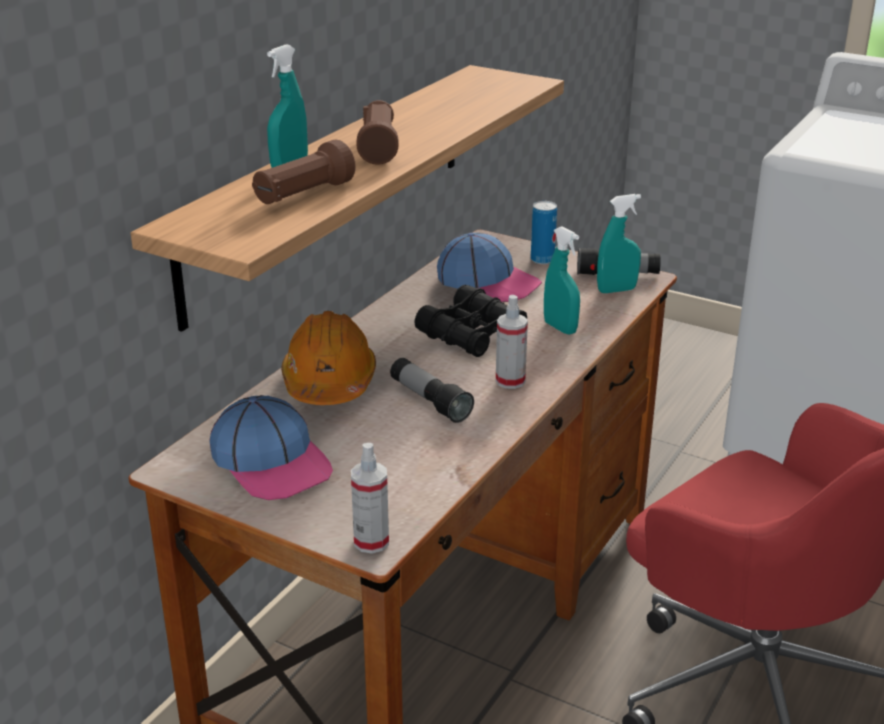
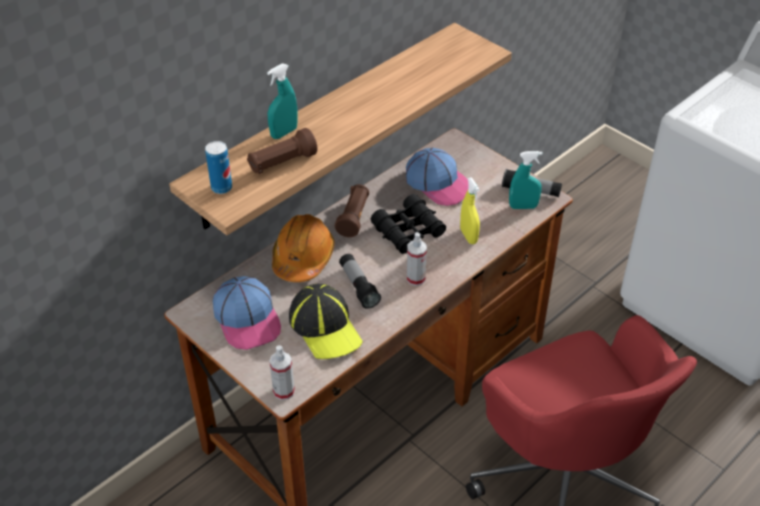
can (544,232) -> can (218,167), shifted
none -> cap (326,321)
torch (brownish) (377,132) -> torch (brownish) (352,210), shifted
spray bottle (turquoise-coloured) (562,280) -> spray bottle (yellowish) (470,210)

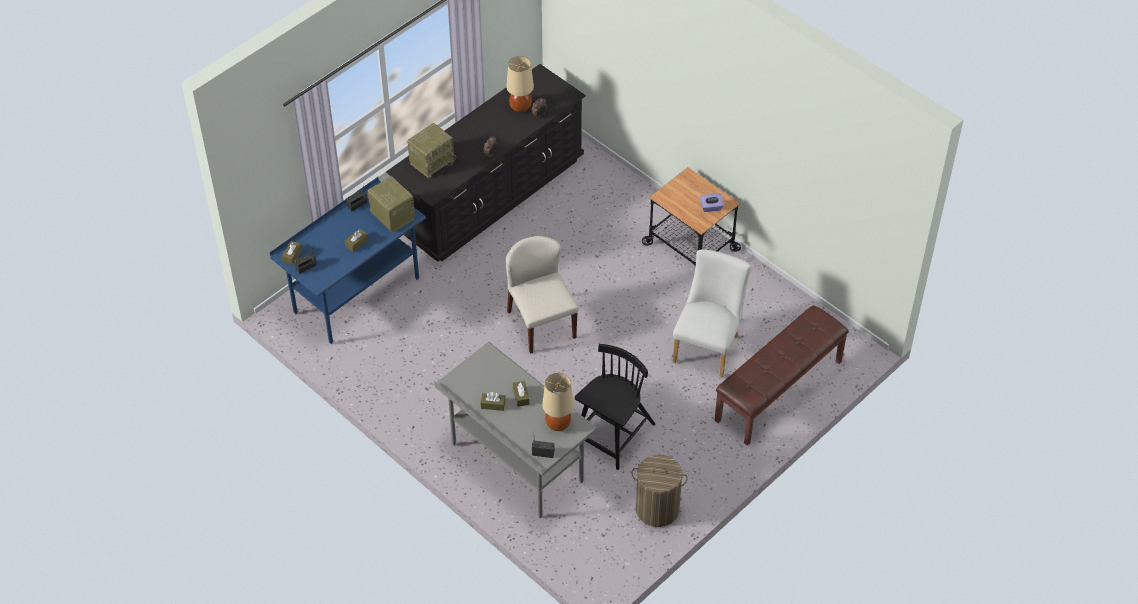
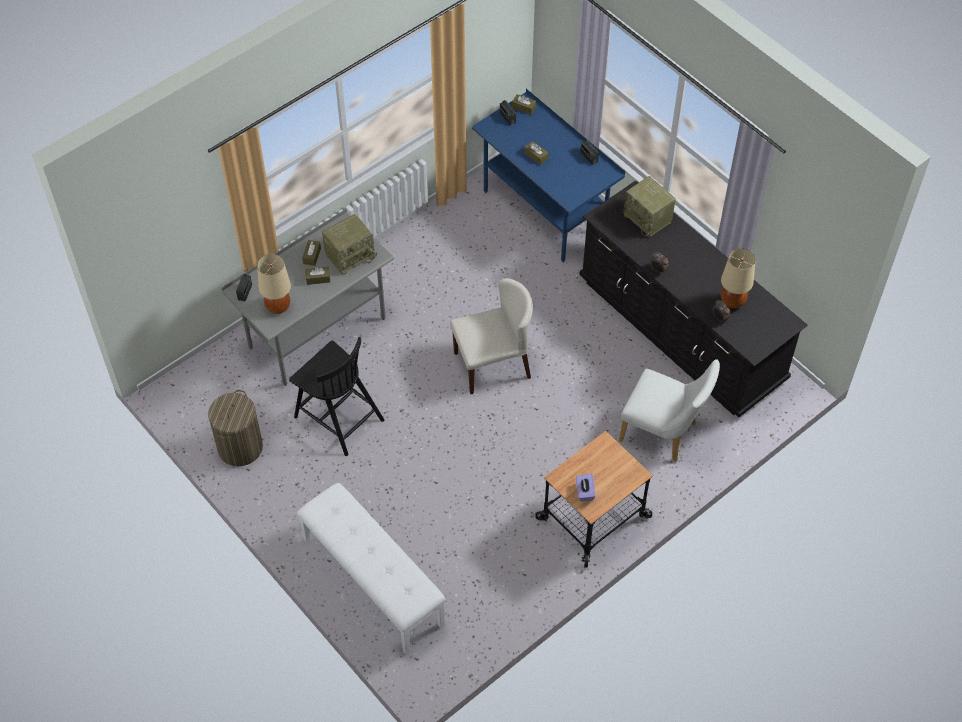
indoor bench (brownish) (782,375) -> indoor bench (white) (371,569)
radio receiver (391,204) -> radio receiver (349,244), shifted
plain chair (white) (712,313) -> plain chair (white) (669,410), shifted

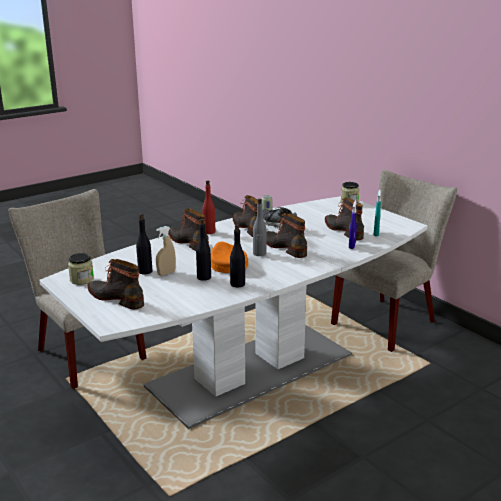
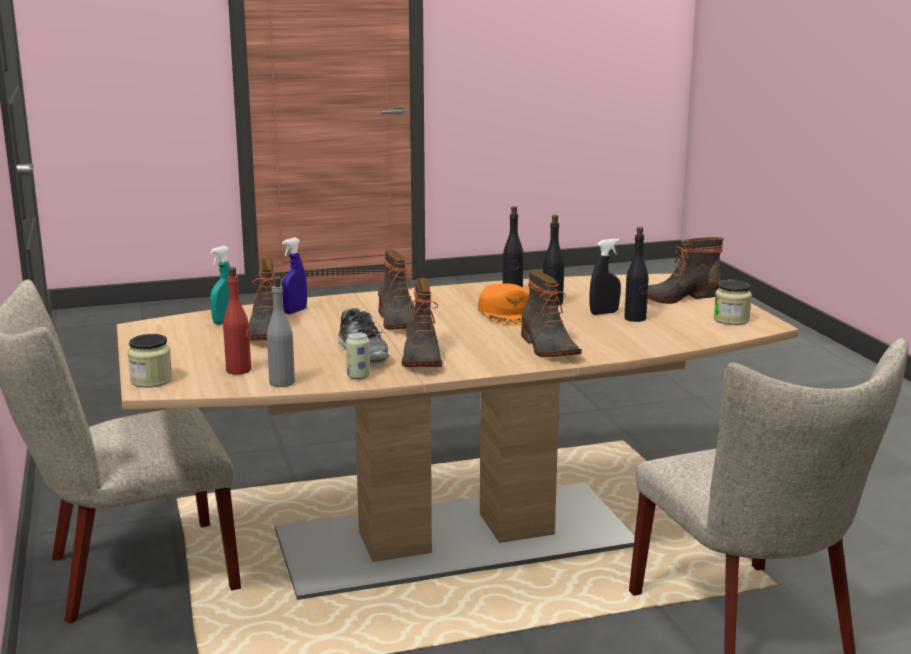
dining table (white) (233,312) -> dining table (brownish) (458,437)
beverage bottle (reddish) (209,207) -> beverage bottle (reddish) (237,321), shifted
beverage bottle (gray) (259,227) -> beverage bottle (gray) (281,331), shifted
spray bottle (beige-coloured) (166,251) -> spray bottle (black) (605,277)
boot (116,284) -> boot (686,270), 105 degrees clockwise

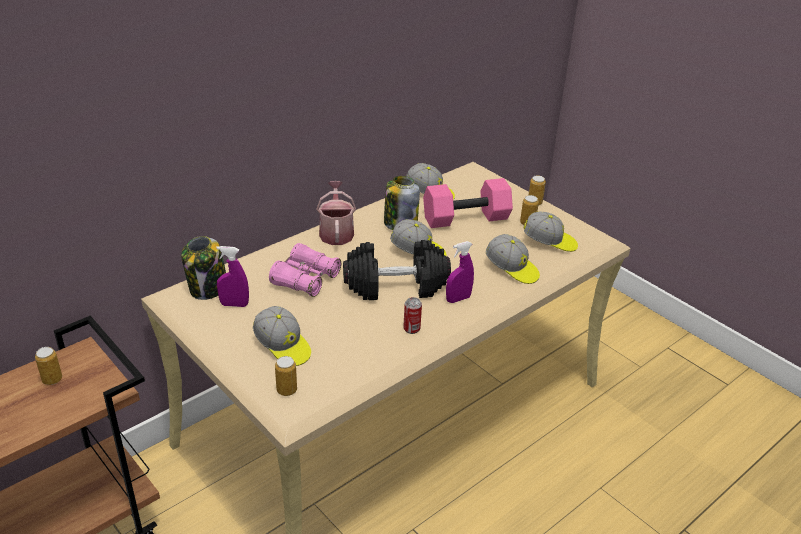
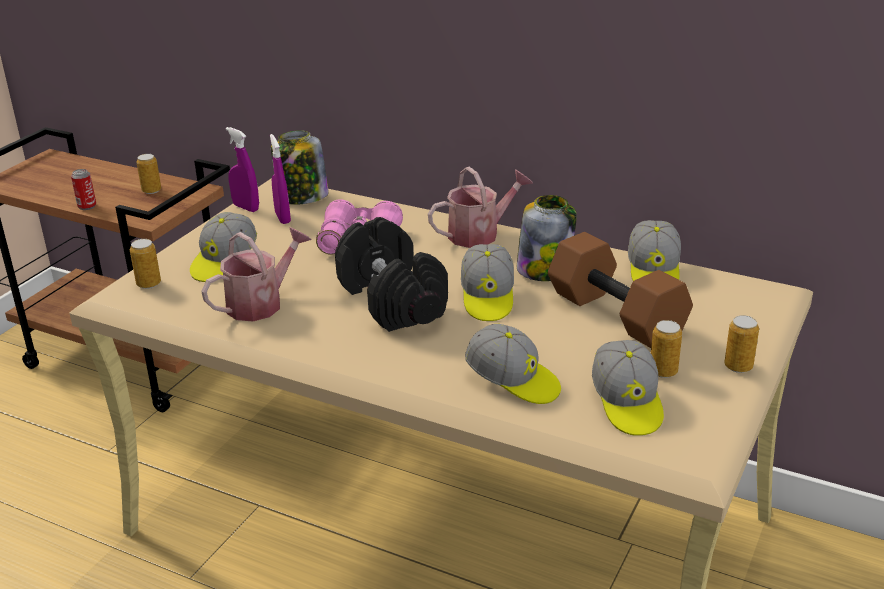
can (412,315) -> can (83,189), shifted
none -> watering pot (256,274)
spray bottle (purplish) (460,272) -> spray bottle (purplish) (242,169), shifted
cap (513,259) -> cap (513,364), 75 degrees counterclockwise
dumbbell (pinkish) (468,203) -> dumbbell (brownish) (620,290)

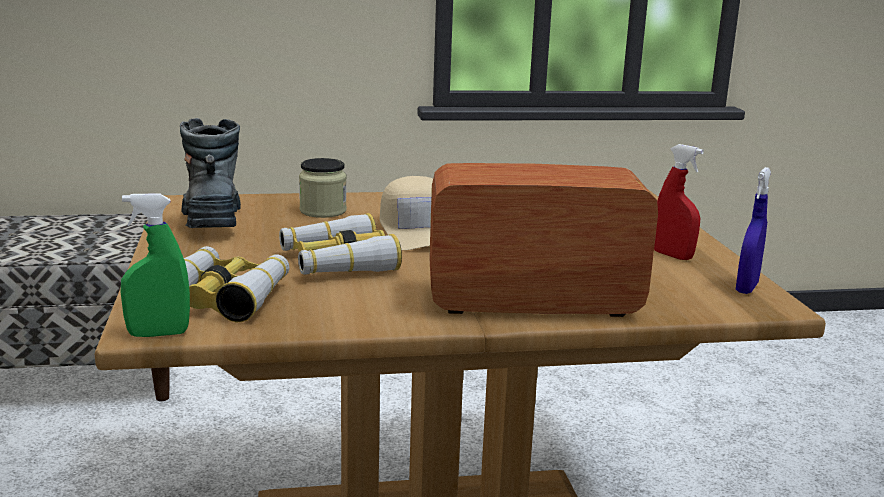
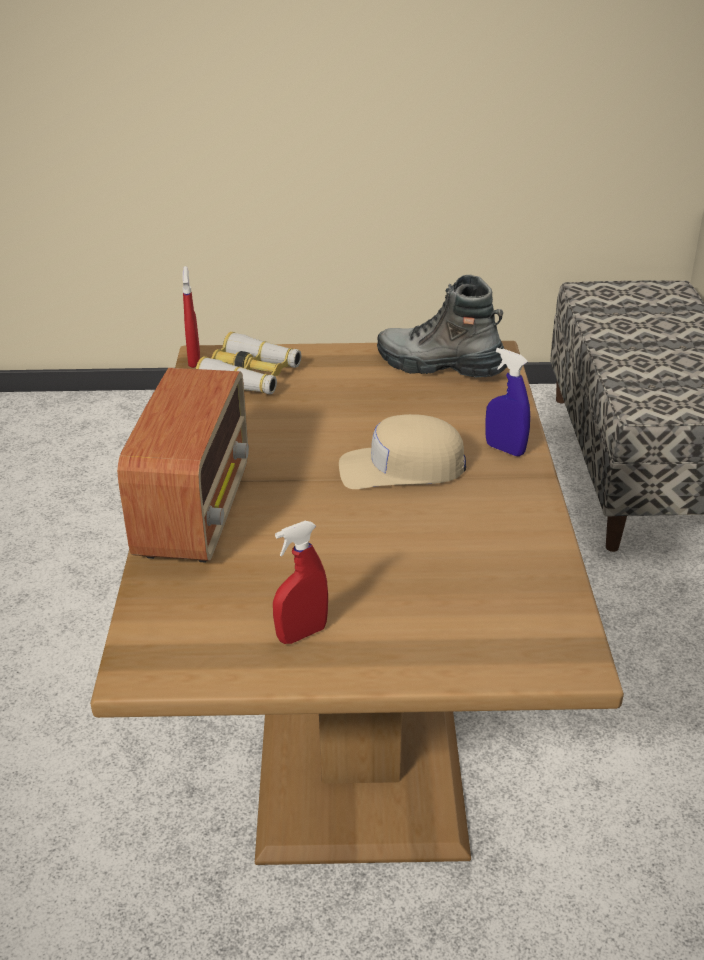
spray bottle (greenish) (155,265) -> spray bottle (reddish) (191,317)
boot (210,173) -> boot (442,326), 150 degrees counterclockwise
spray bottle (blue) (753,230) -> spray bottle (blue) (507,402), shifted
field glasses (340,244) -> none
preserve jar (323,188) -> none

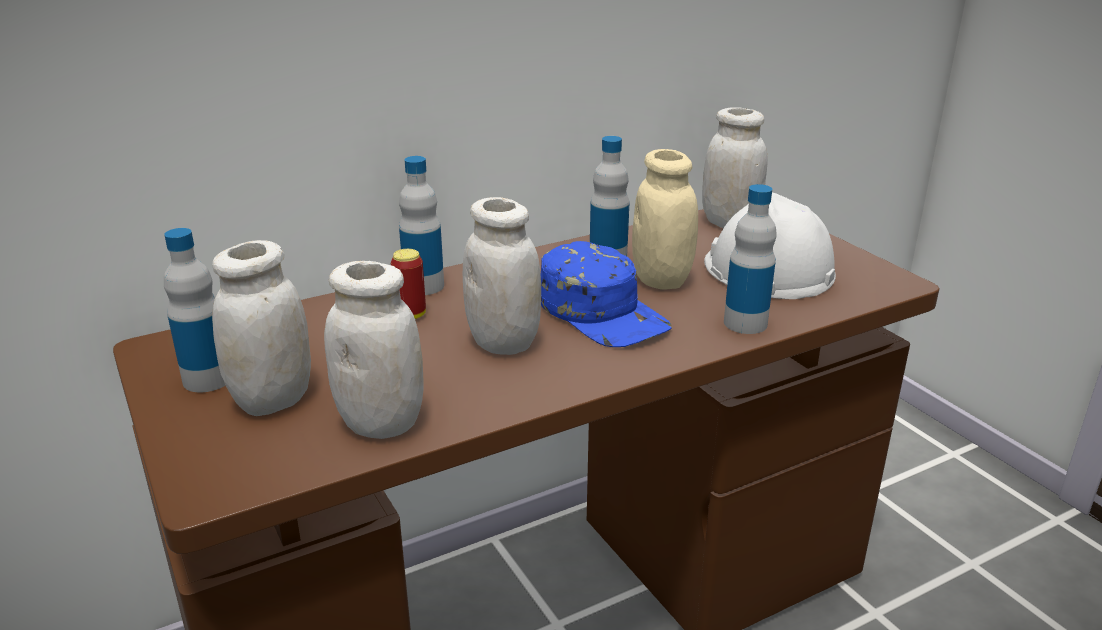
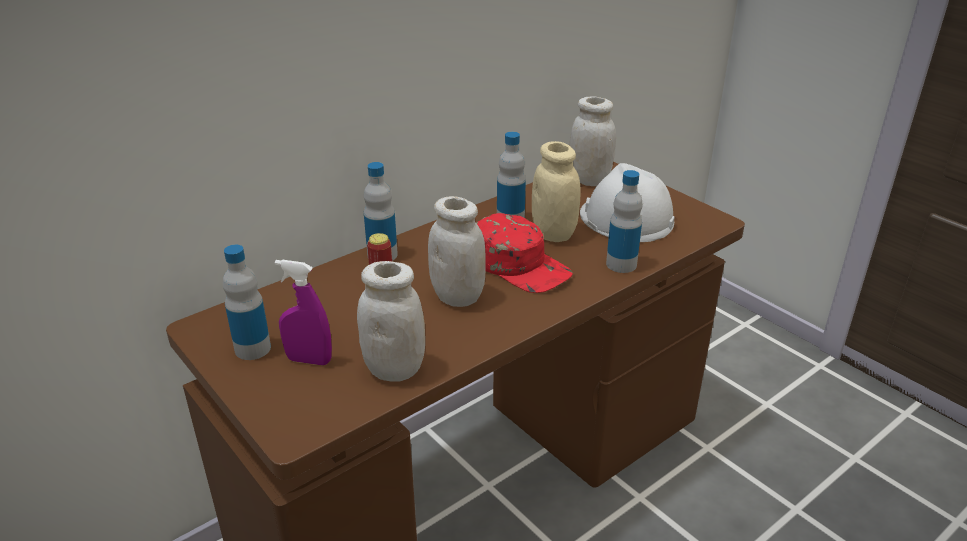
preserve jar (white) (261,328) -> spray bottle (purplish) (303,312)
cap (blue) (606,294) -> cap (reddish) (524,253)

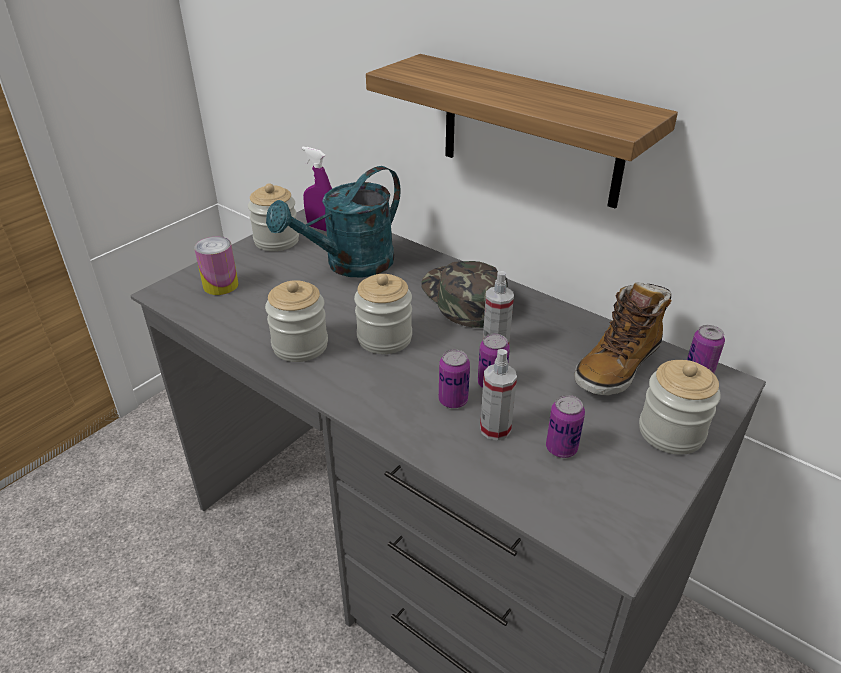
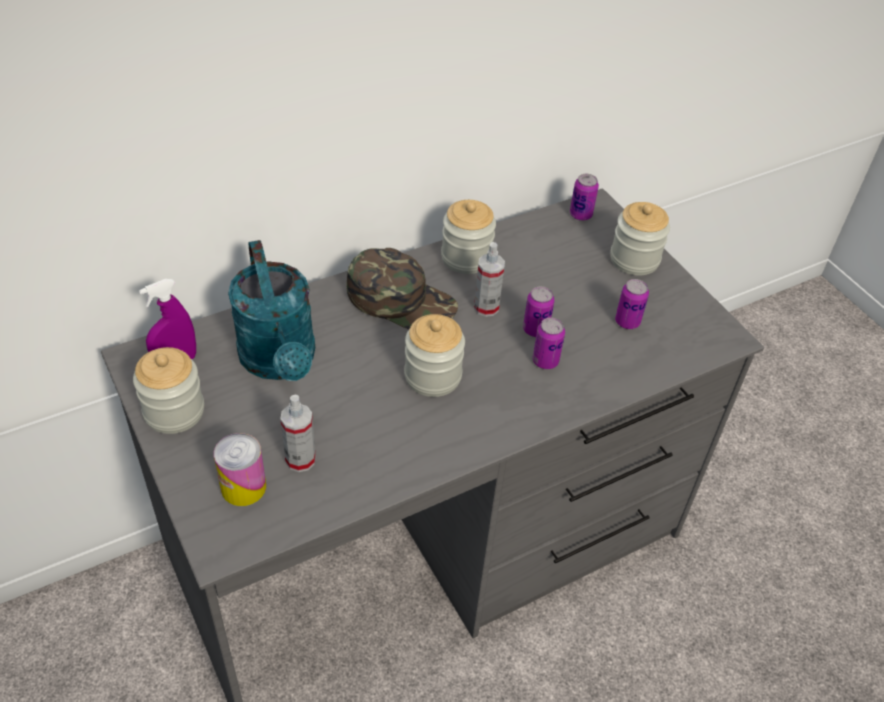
spray bottle (498,395) -> spray bottle (298,433), shifted
cap (greenish) (464,294) -> cap (greenish) (402,288), 150 degrees counterclockwise
preserve jar (296,321) -> preserve jar (468,237), shifted
wall shelf (522,131) -> none
boot (623,339) -> none

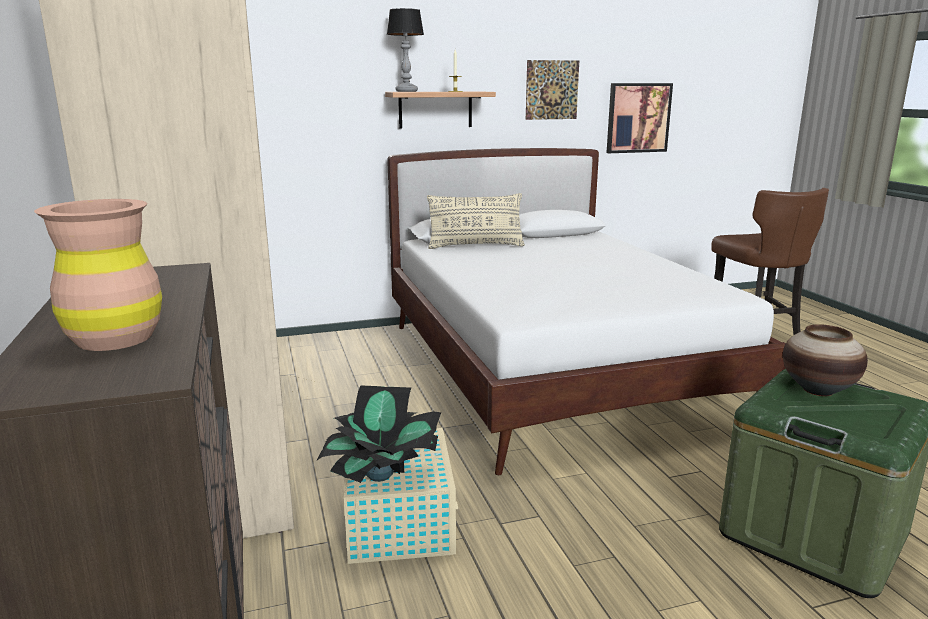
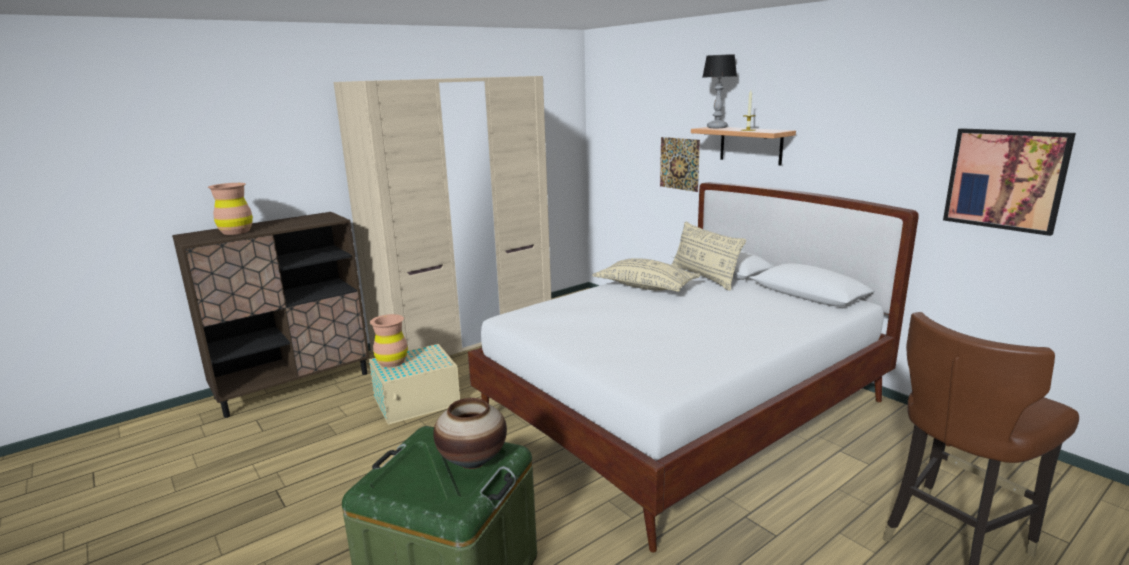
potted plant (379,434) -> decorative vase (brownish) (389,340)
none -> throw pillow (beige-coloured) (646,275)
wall picture (552,90) -> wall picture (680,164), shifted

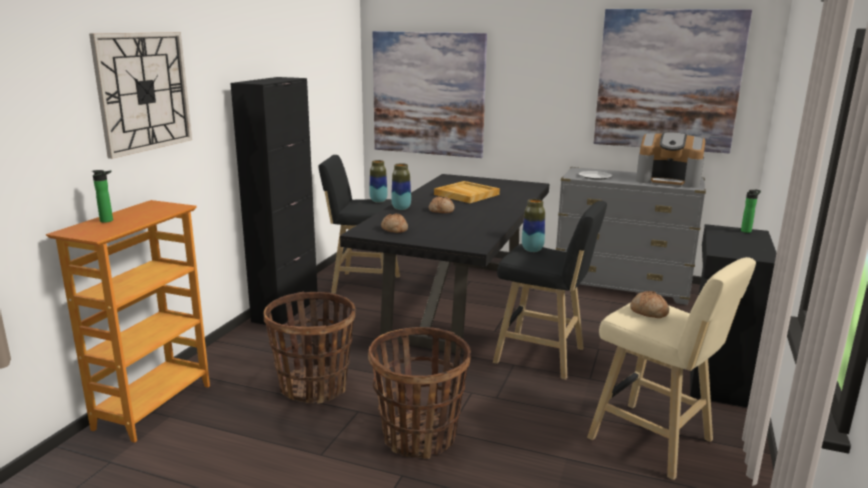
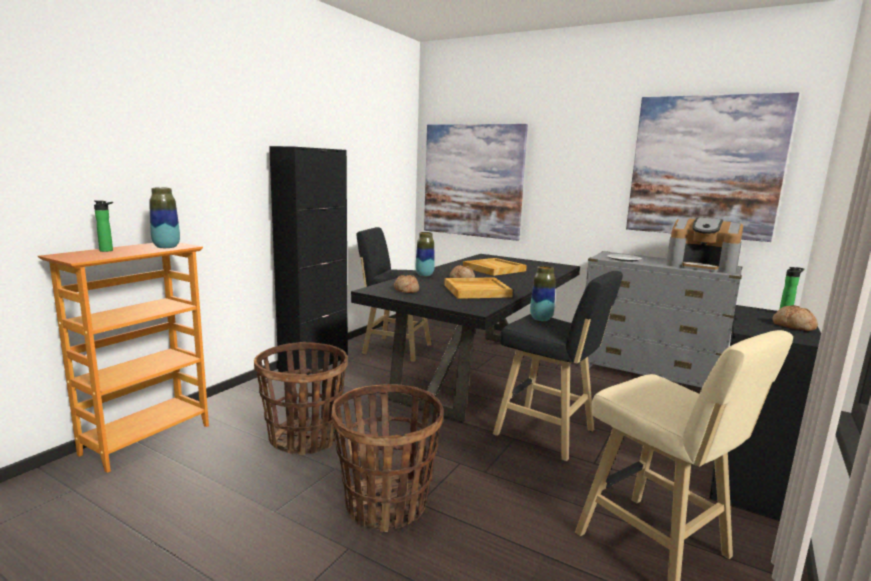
decorative vase (378,181) -> decorative vase (164,217), shifted
none -> carrying tray (beige-coloured) (478,288)
bread (649,304) -> bread (795,318), shifted
clock on the wall (140,95) -> none

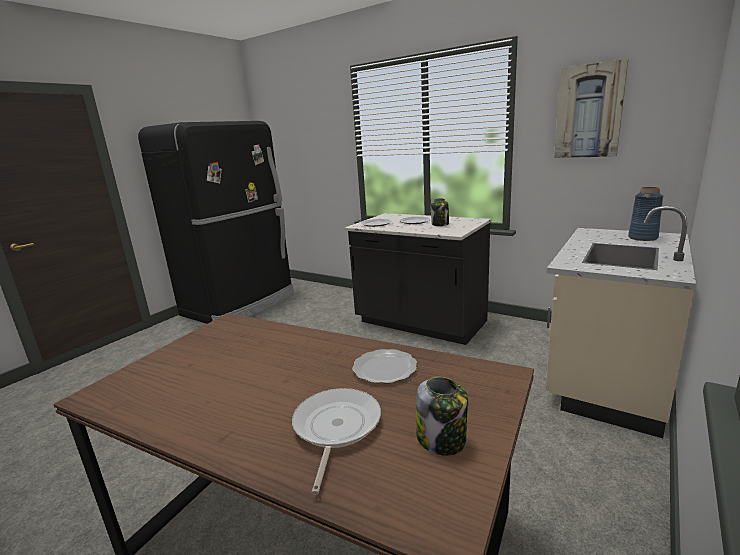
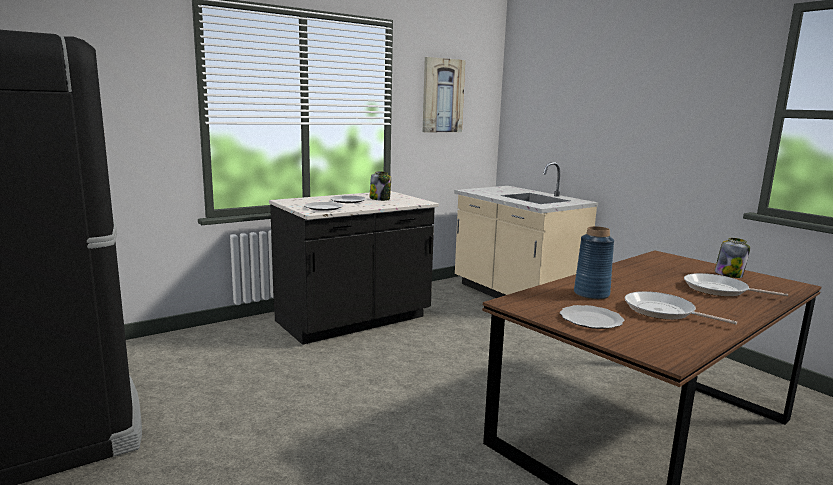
flat dish (384,366) -> flat dish (592,317), shifted
decorative vase (blue) (645,214) -> decorative vase (blue) (594,263), shifted
none -> frying pan (681,307)

